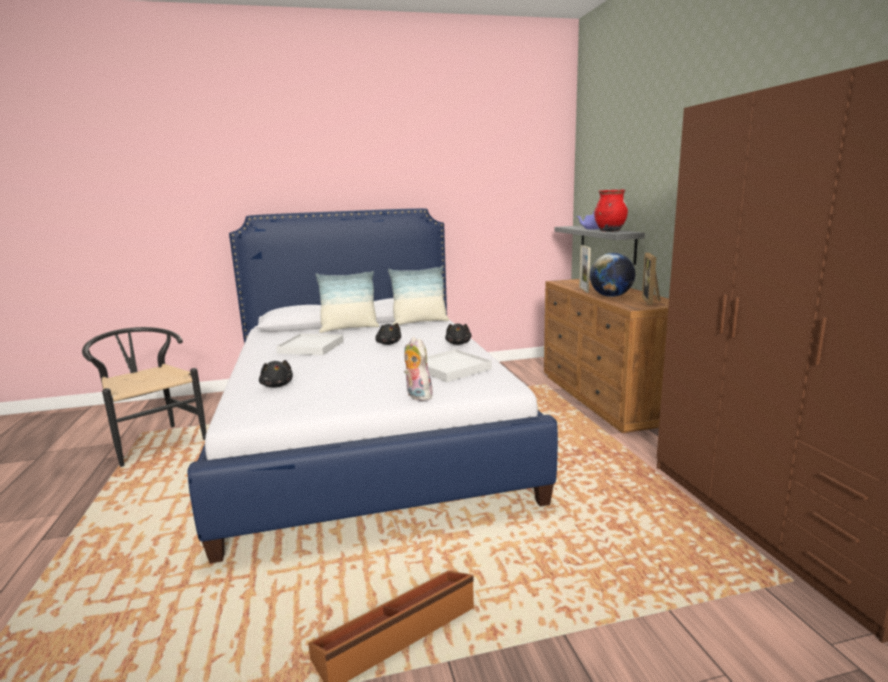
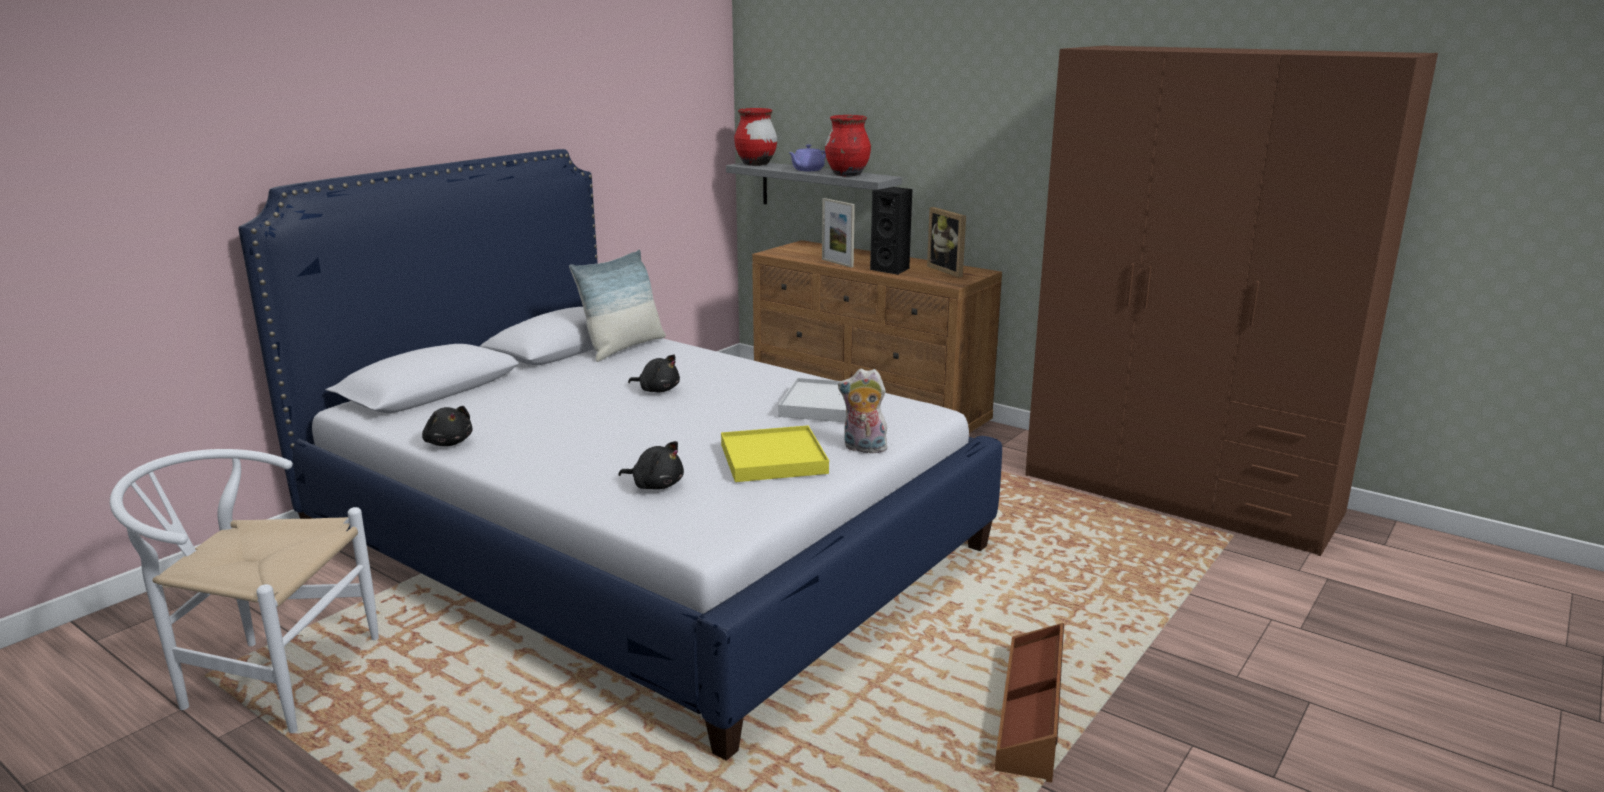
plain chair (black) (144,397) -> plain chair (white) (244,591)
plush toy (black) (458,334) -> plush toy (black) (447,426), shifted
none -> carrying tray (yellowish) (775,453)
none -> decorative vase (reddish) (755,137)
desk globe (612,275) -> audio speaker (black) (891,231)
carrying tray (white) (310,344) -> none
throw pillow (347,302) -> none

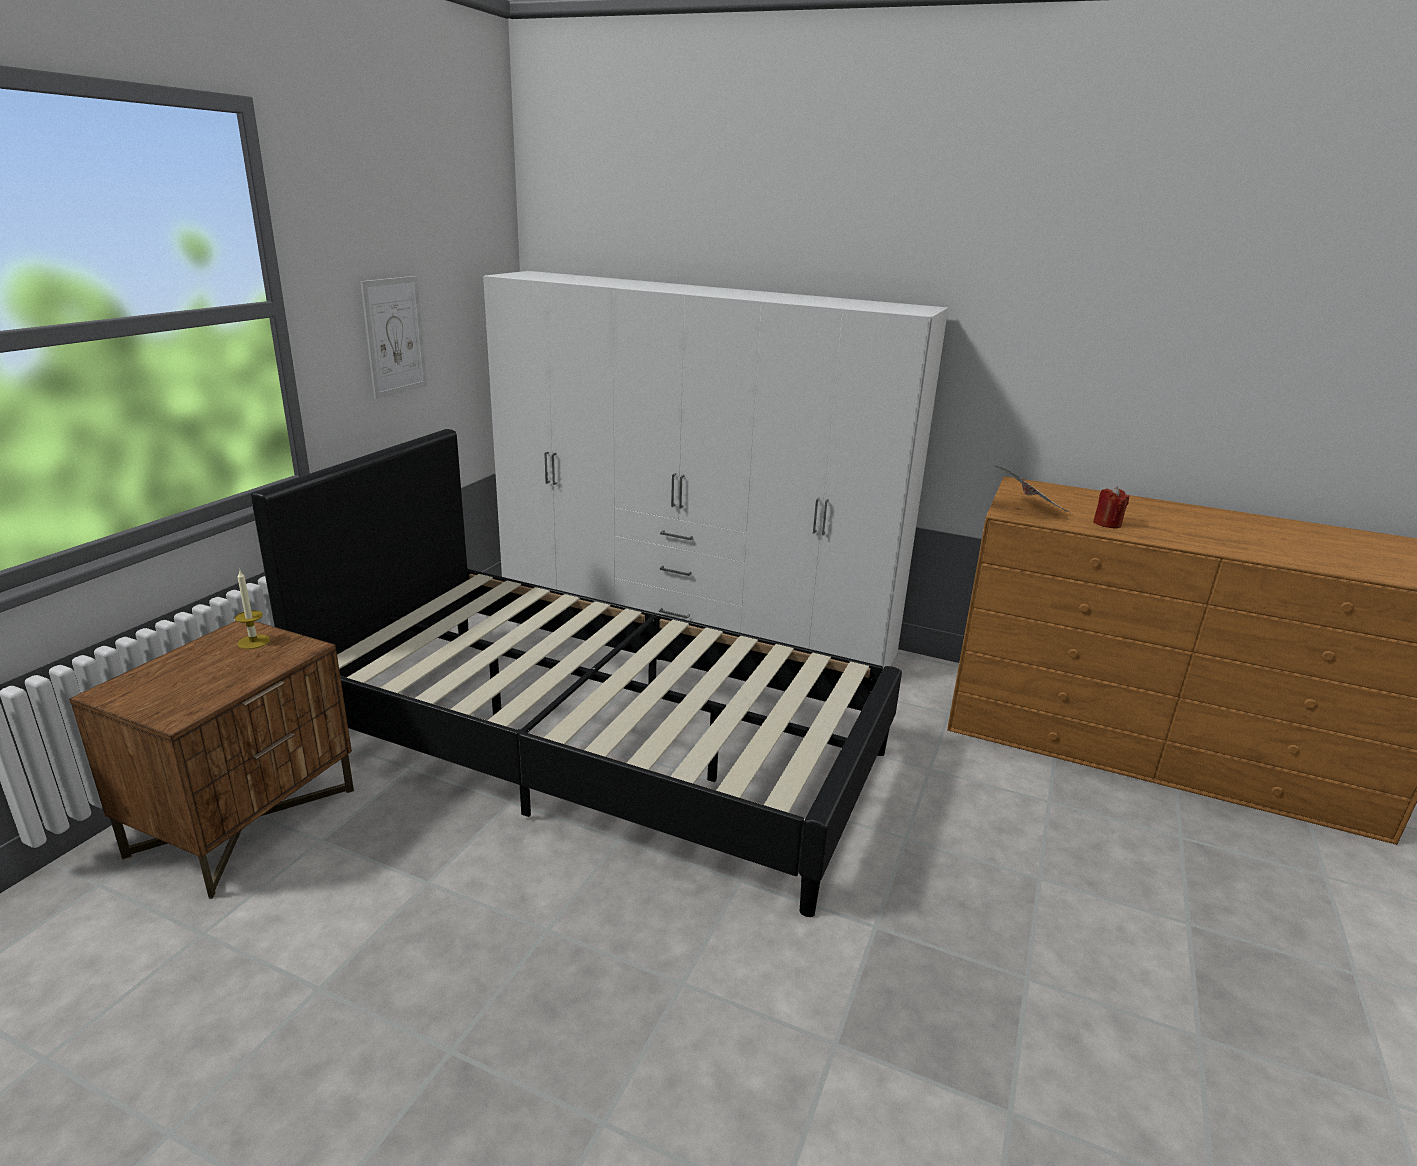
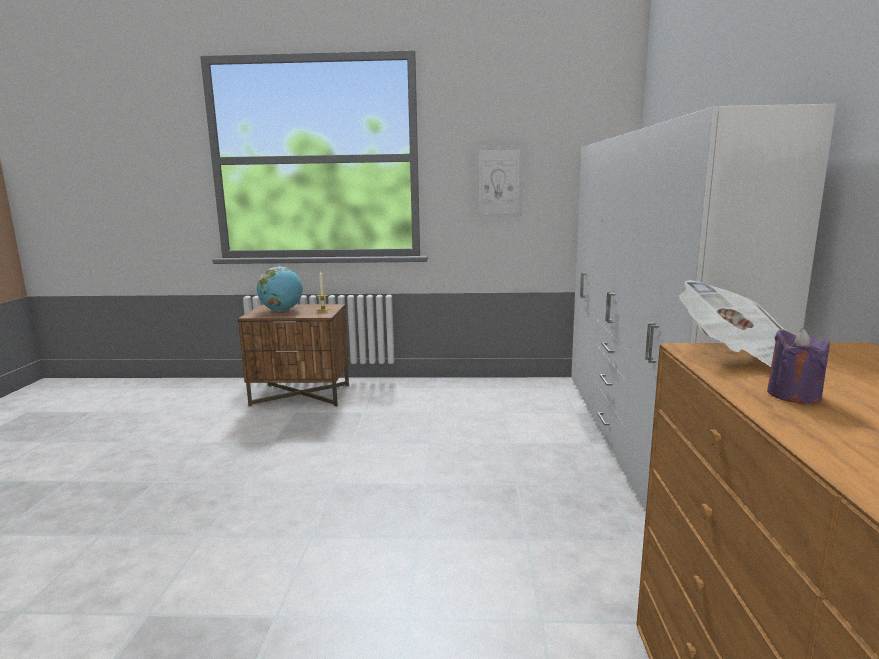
none -> desk globe (279,288)
wax light (reddish) (1111,507) -> wax light (purplish) (798,366)
bedroom bed (black) (576,673) -> none

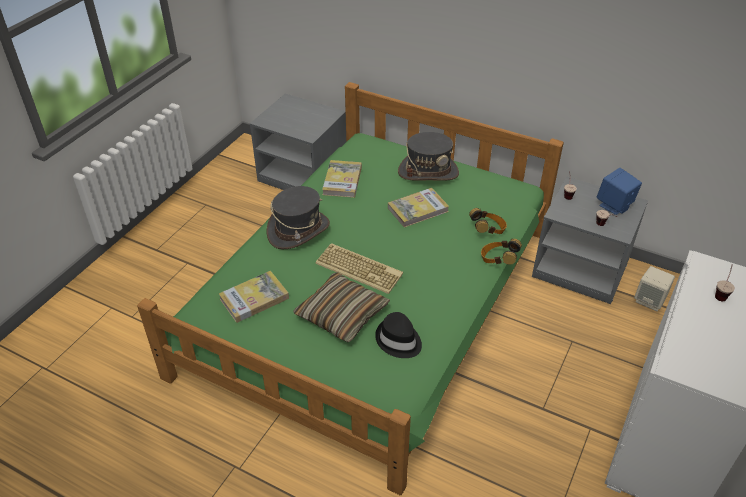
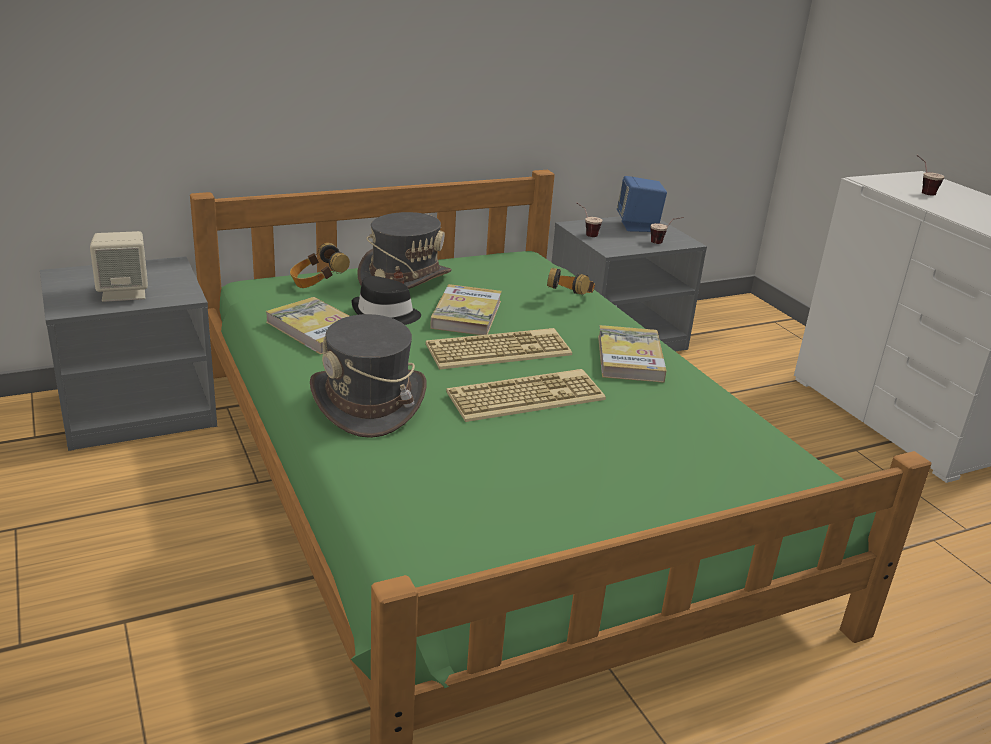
audio speaker (beige-coloured) (654,288) -> audio speaker (beige-coloured) (119,266), shifted
headphones (501,252) -> headphones (320,265), shifted
wearable hat (black) (398,335) -> wearable hat (black) (386,300), shifted
none -> computer keyboard (499,349)
bound book (254,297) -> bound book (632,354), shifted
throw pillow (341,307) -> none

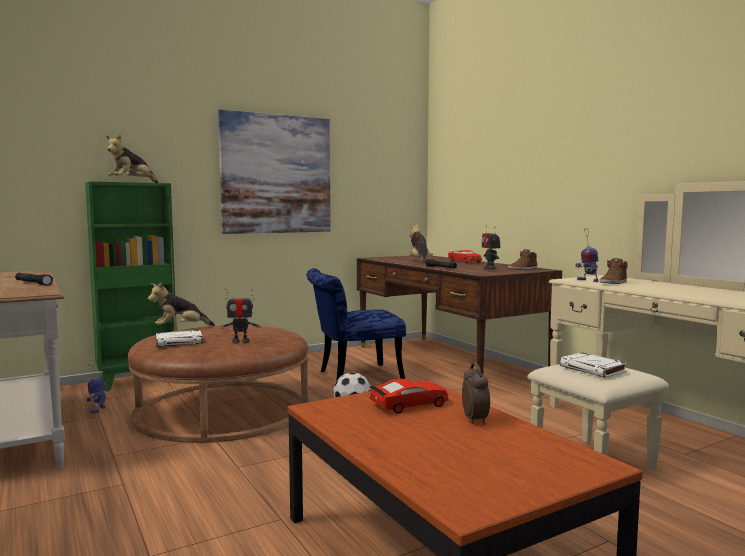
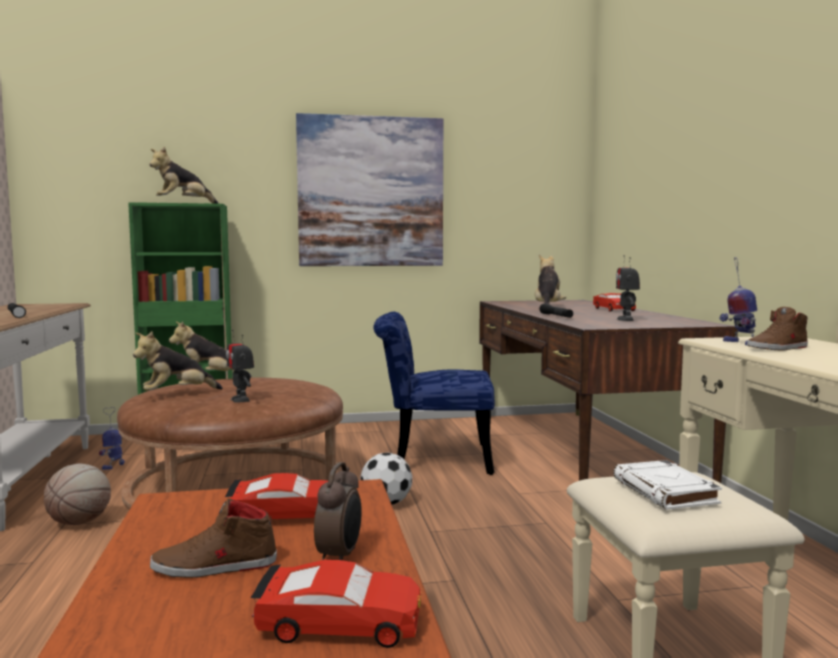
none -> ball for basketball (77,494)
bound book (white) (179,338) -> plush toy (178,361)
low shoe (brownish) (522,259) -> low shoe (brownish) (213,538), shifted
robot figure (240,316) -> robot figure (240,366), 45 degrees clockwise
none -> miniature car (reddish) (335,604)

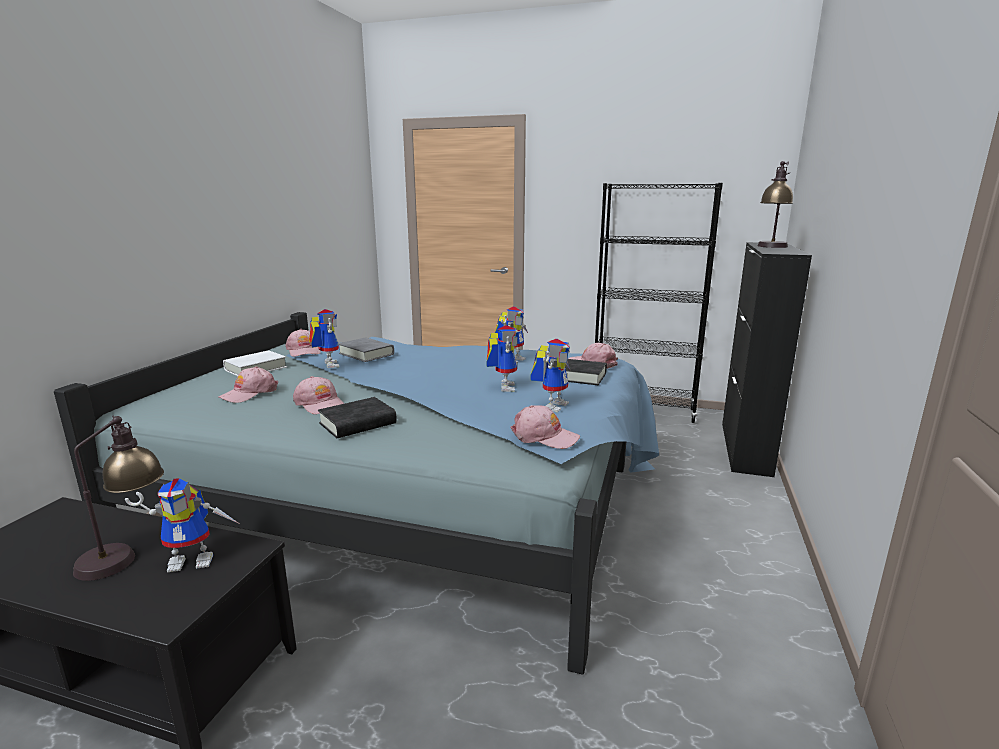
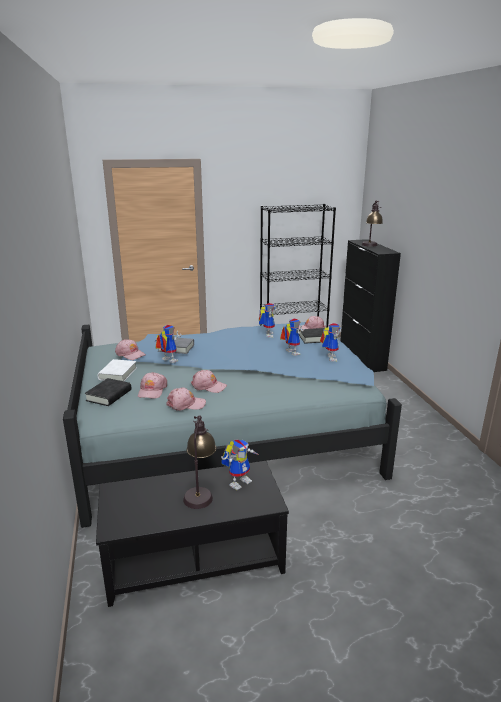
bound book (black) (357,417) -> bound book (black) (108,392), shifted
cap (pinkish) (545,427) -> cap (pinkish) (186,399), shifted

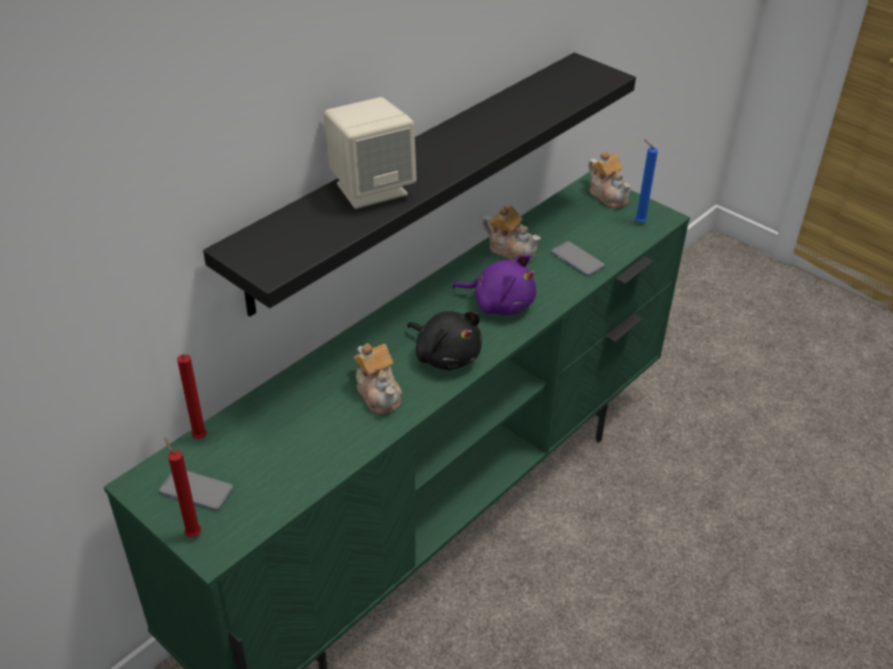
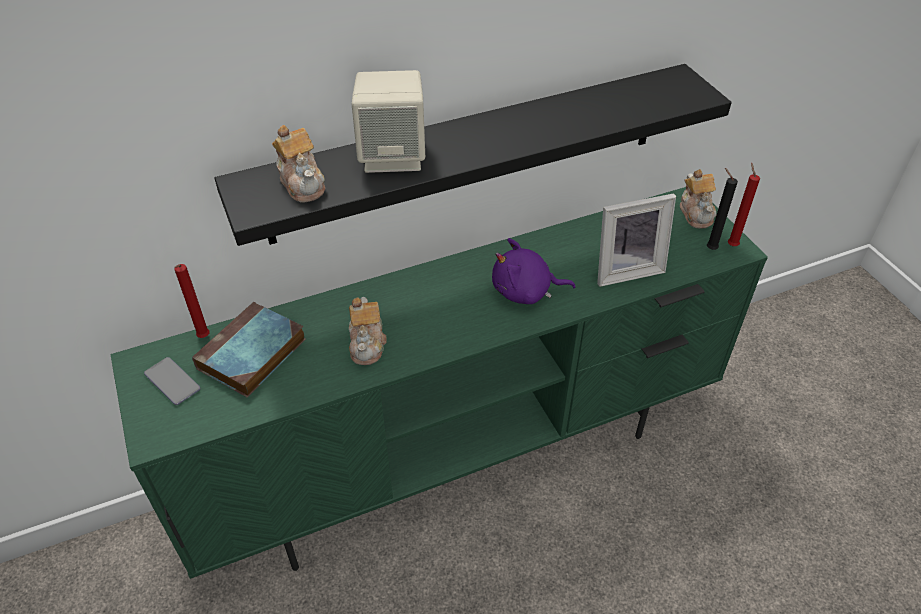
none -> bound book (249,350)
tea pot (511,234) -> tea pot (298,164), shifted
plush toy (purplish) (494,285) -> plush toy (purplish) (534,271), 135 degrees clockwise
telephone (578,258) -> picture frame (636,240)
wax light (blue) (646,181) -> wax light (black) (722,209)
wax light (reddish) (182,487) -> wax light (reddish) (744,204), shifted
plush toy (black) (444,340) -> none

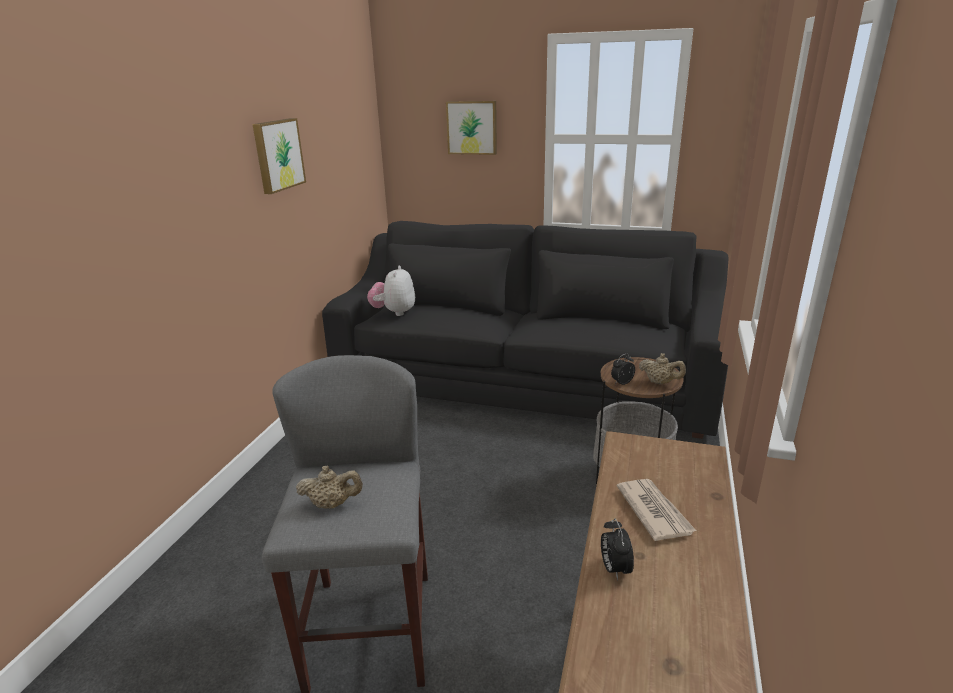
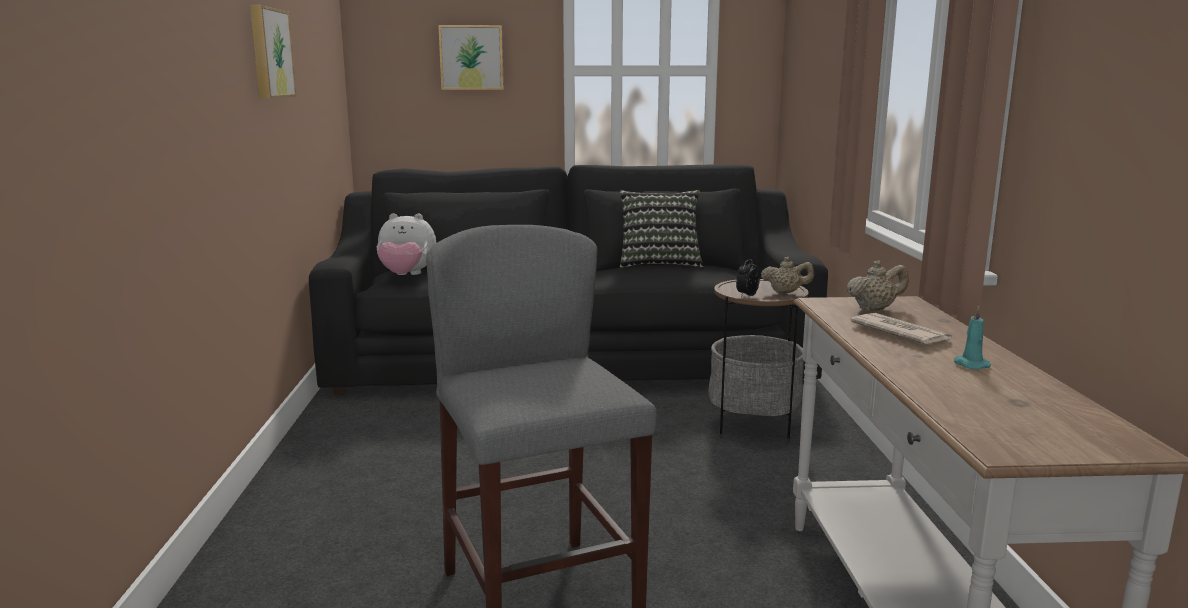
plush toy (391,291) -> plush toy (406,244), 75 degrees counterclockwise
none -> throw pillow (662,229)
tea pot (beige-coloured) (329,487) -> tea pot (beige-coloured) (877,285), shifted
none -> wax light (turquoise-coloured) (972,338)
bedside clock (617,549) -> none

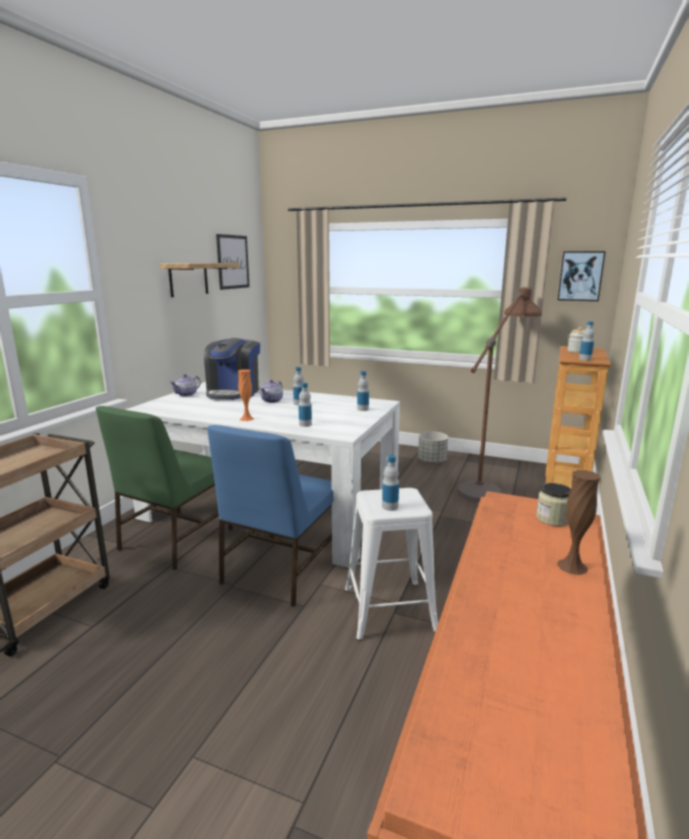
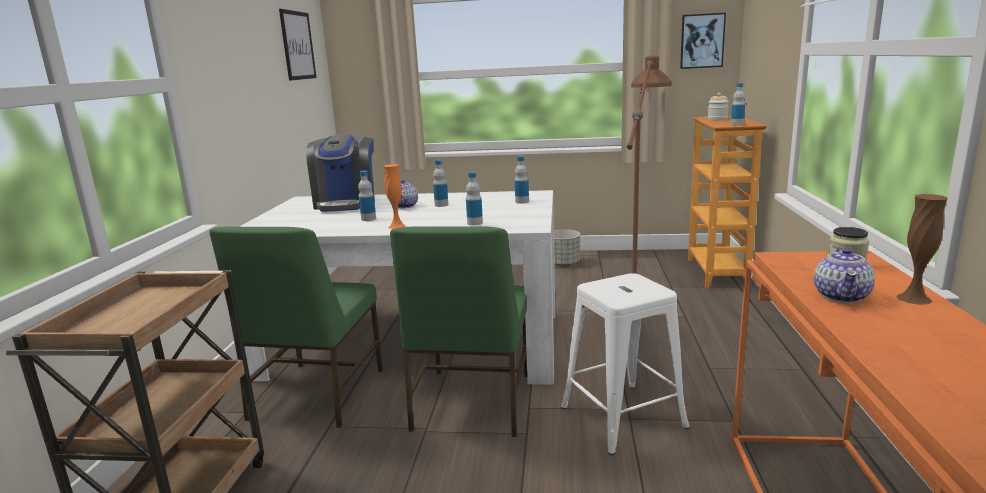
beverage bottle (390,483) -> beverage bottle (367,196), shifted
plain chair (blue) (270,516) -> plain chair (greenish) (458,331)
tea pot (185,385) -> tea pot (844,275), shifted
wall shelf (200,280) -> none

